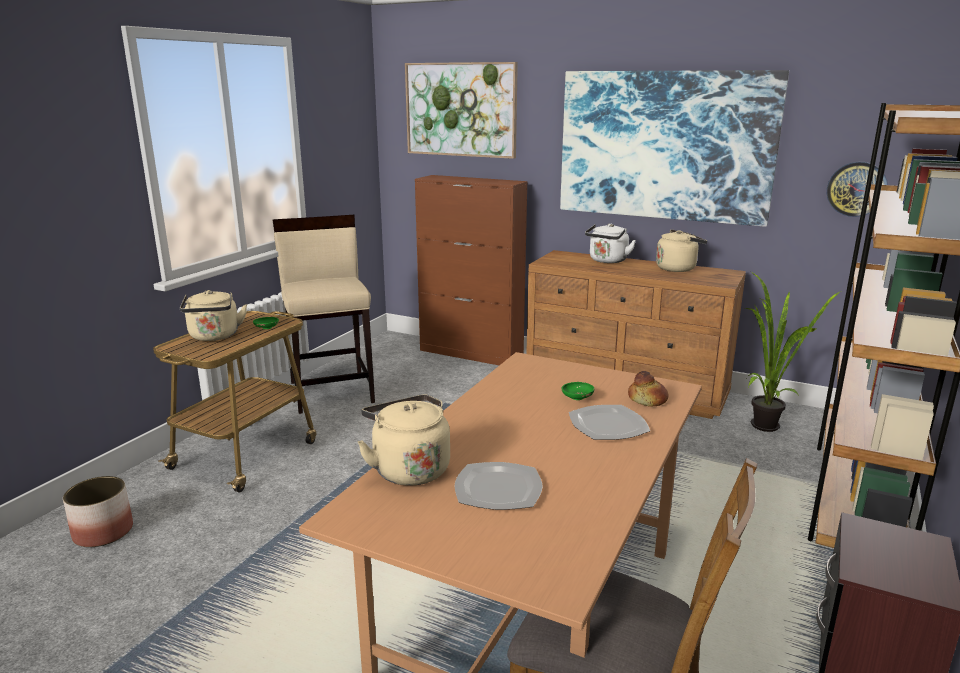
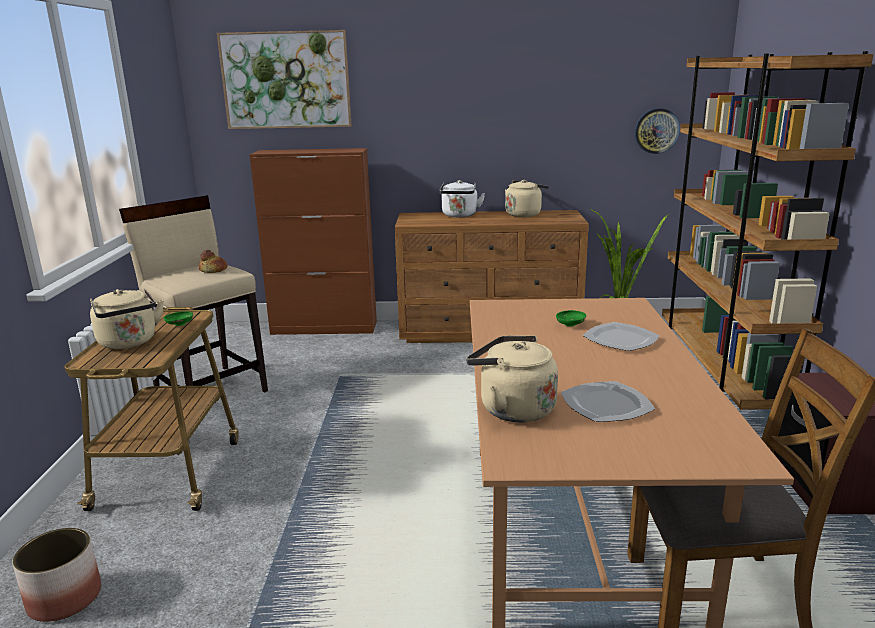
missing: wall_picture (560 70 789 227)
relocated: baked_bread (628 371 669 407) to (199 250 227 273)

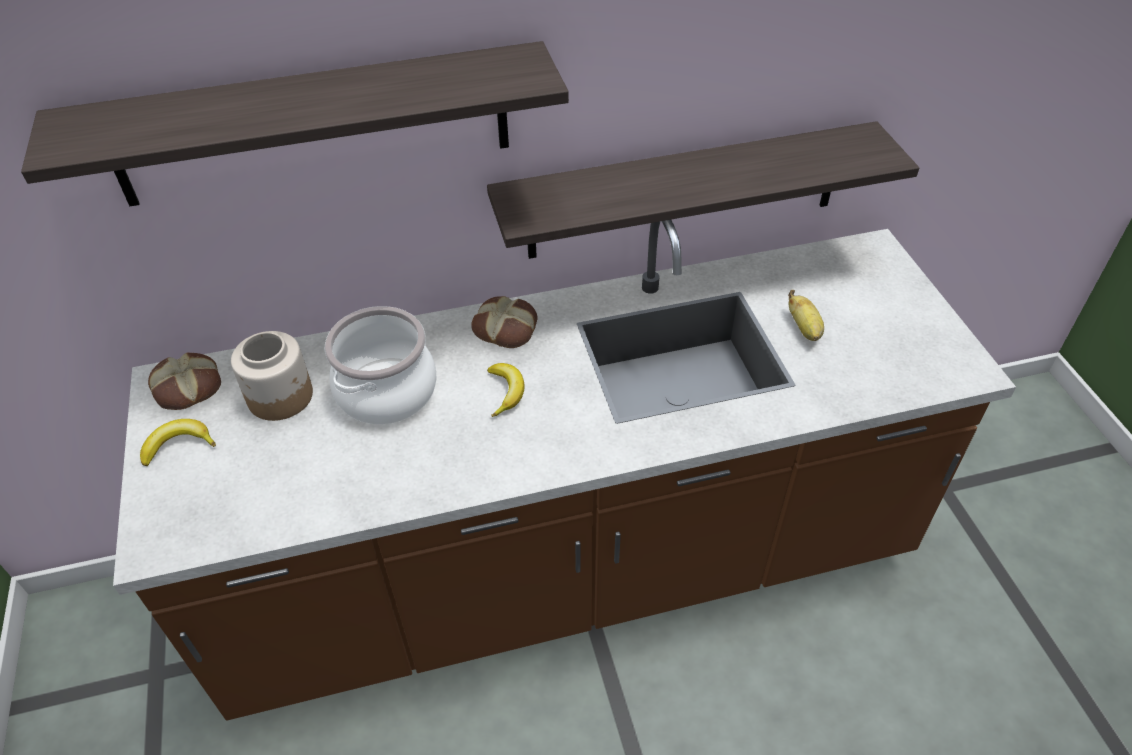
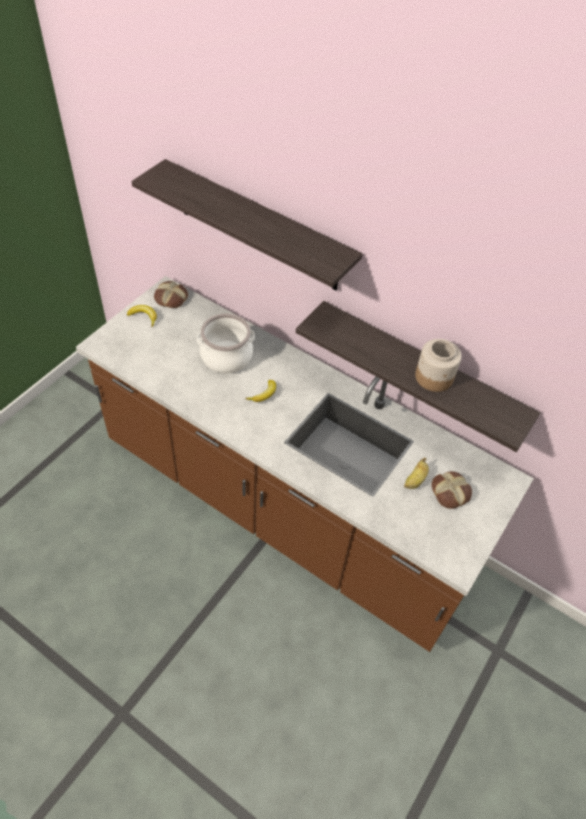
relocated: jar (231 331 313 421) to (415 339 462 392); baked_bread (471 296 537 348) to (432 471 472 509)

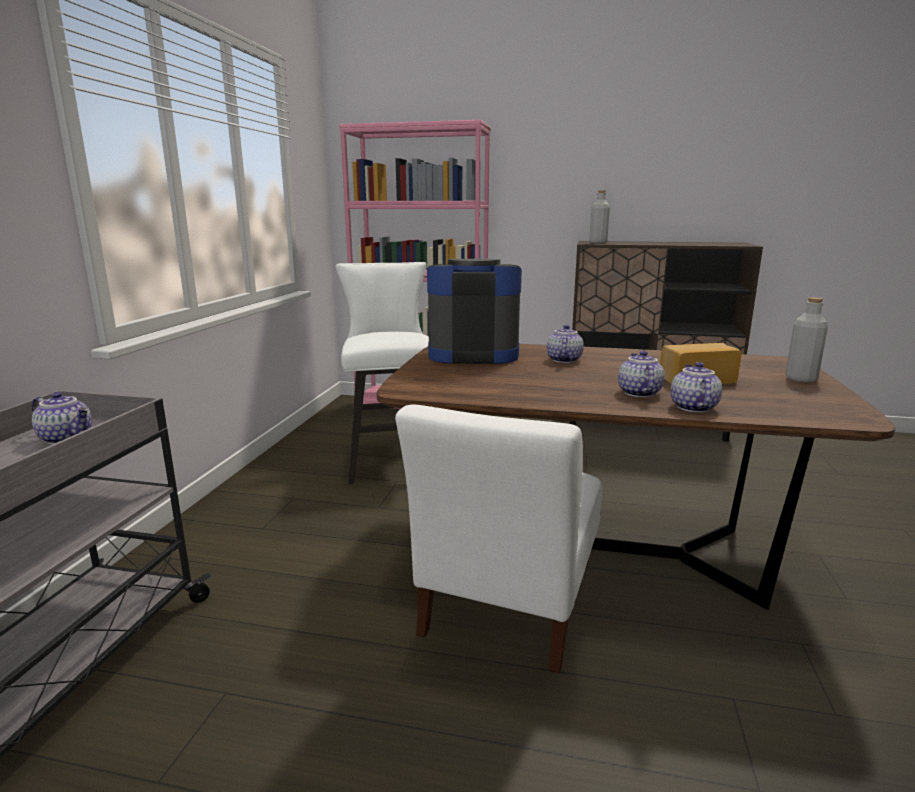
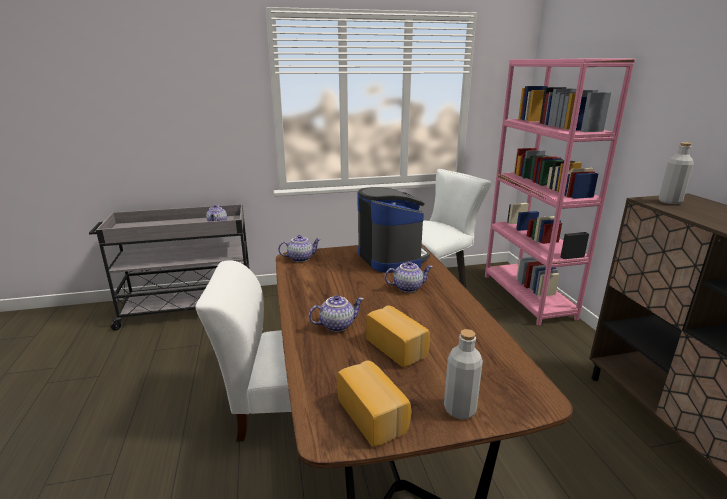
appeared: baked_bread (338 361 411 447)
relocated: teapot (670 362 722 413) to (278 235 321 262)

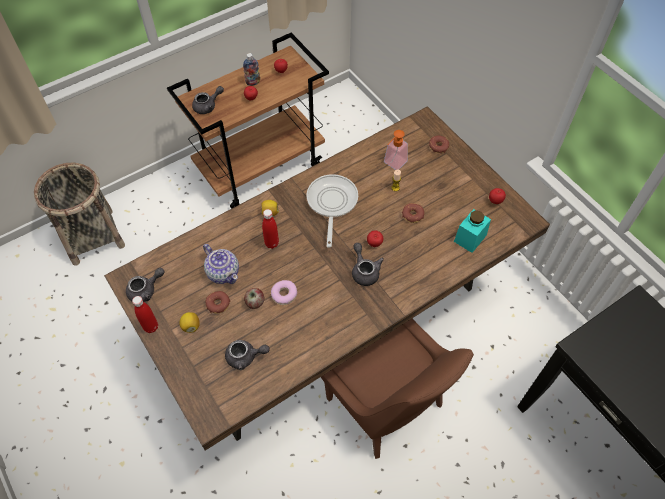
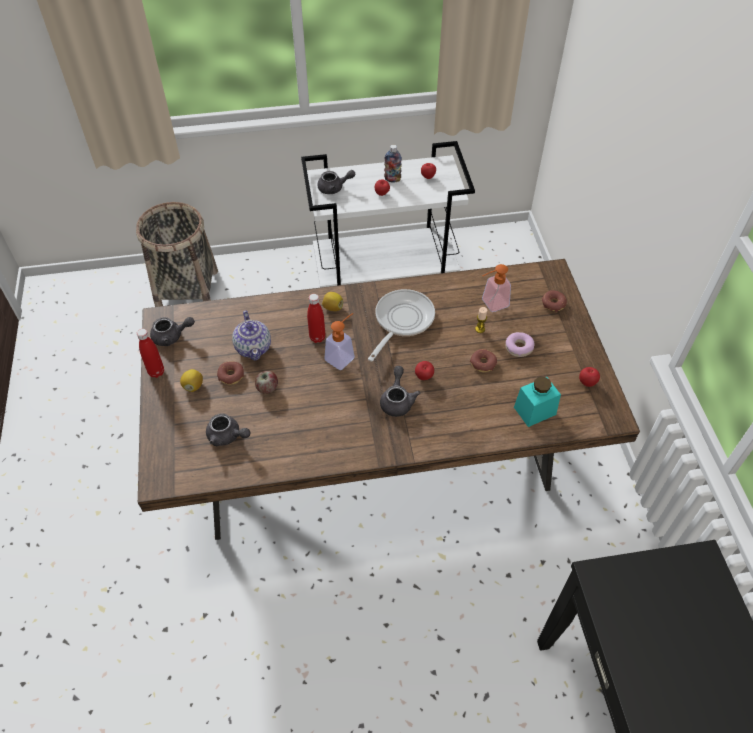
missing: brown_plain_chair (321 319 474 459)
appeared: soap_bottle (325 313 355 370)
relocated: donut (271 280 297 305) to (505 332 534 357)
colour: brown_cart (167 33 329 209) to white_cart (301 141 475 288)

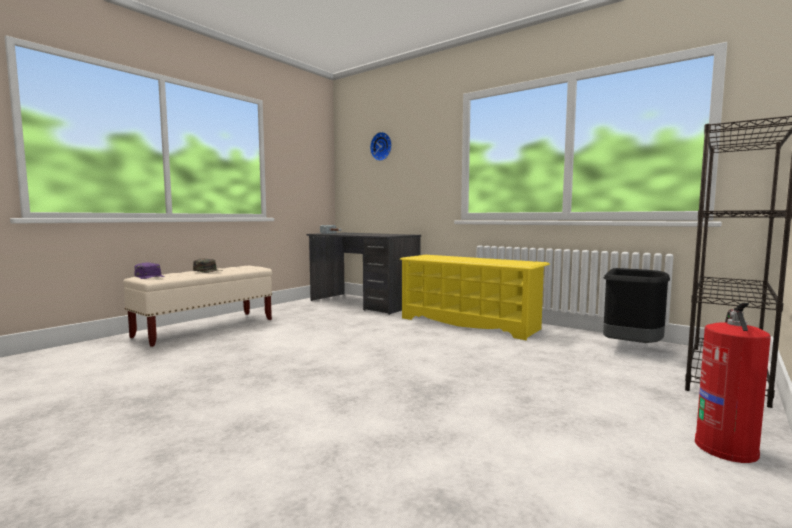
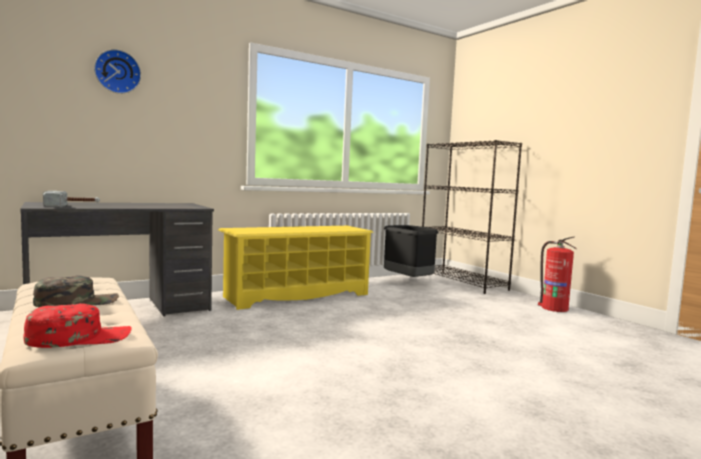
colour: purple_peaked_cap (134 262 165 279) to red-coloured_peaked_cap (23 303 131 348)

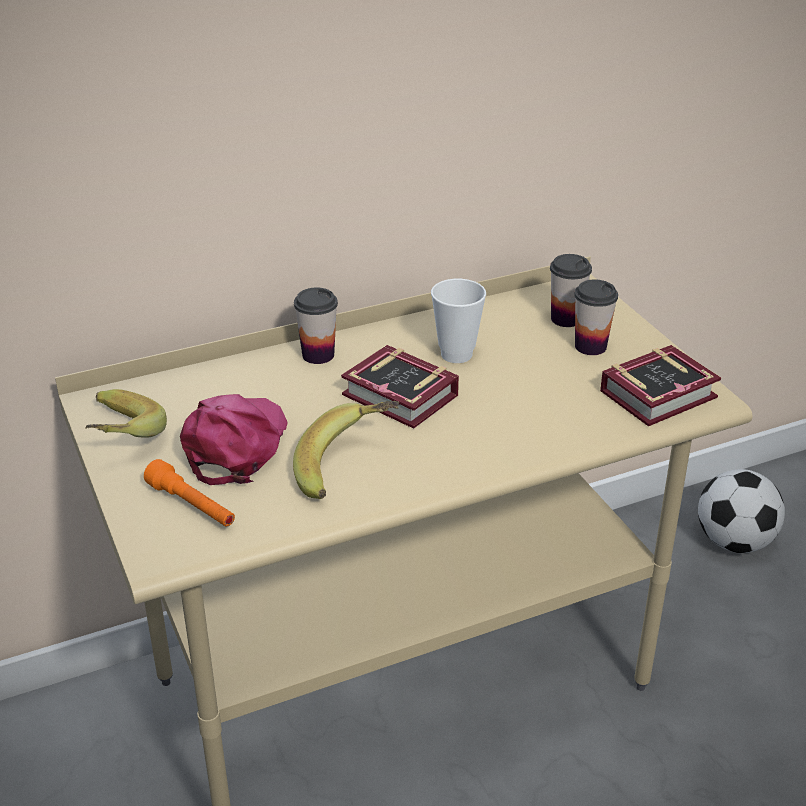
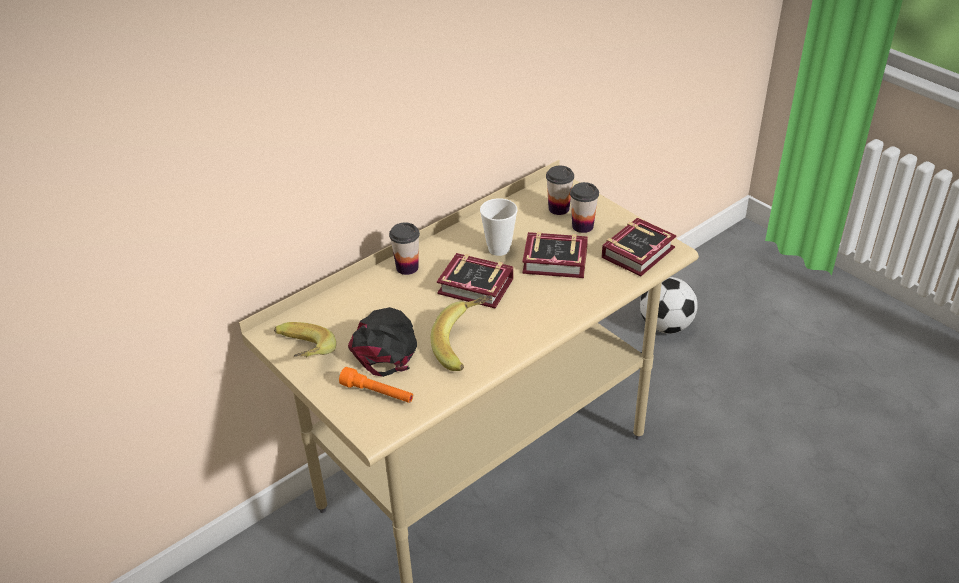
appeared: bound_book (522 232 588 278)
colour: pink-coloured_peaked_cap (180 394 288 485) to blackish_peaked_cap (348 307 417 377)

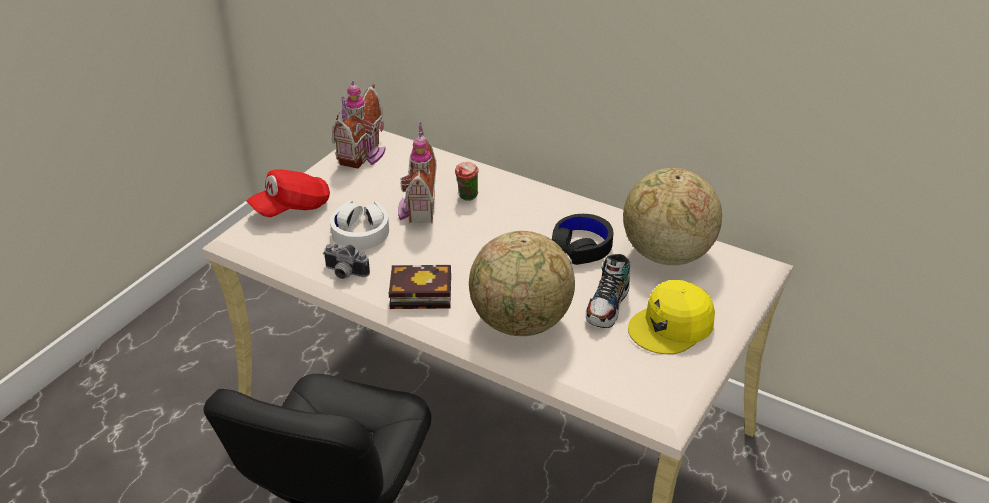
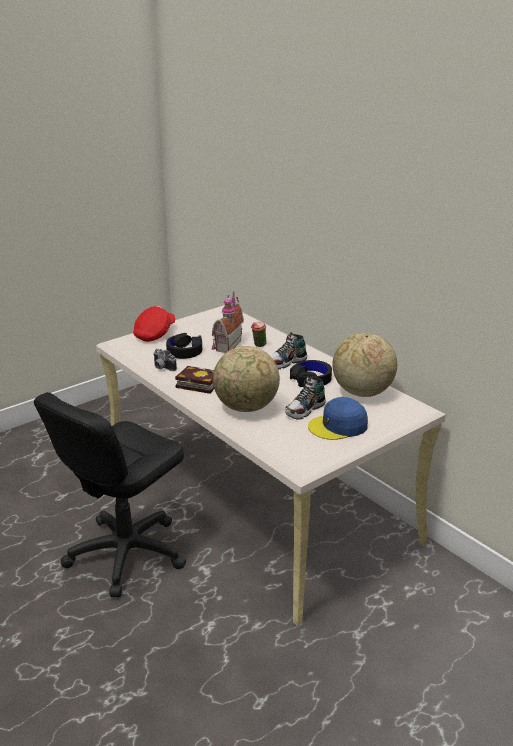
missing: model_house (332 80 385 169)
appeared: item_of_footwear (270 333 307 370)
colour: white_headphones (330 201 389 250) to blackish_headphones (166 333 202 359); yellow_peaked_cap (628 280 715 354) to blue_peaked_cap (308 397 368 440)
spun: red-coloured_peaked_cap (246 169 330 217) = (133 306 175 342) 135 degrees clockwise

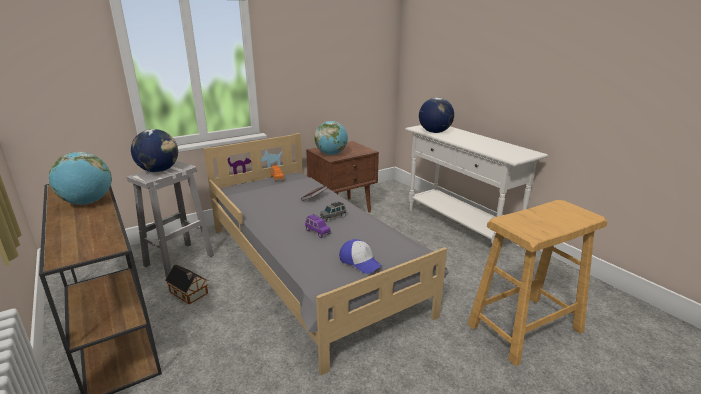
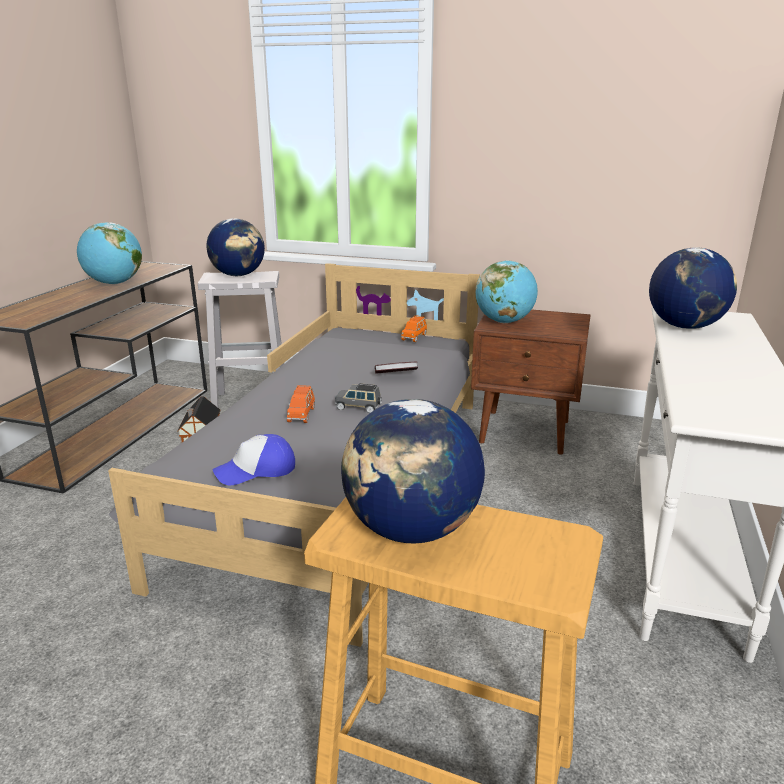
appeared: world_globe (341 399 485 544)
colour: purple_miniature_car (305 214 331 238) to orange_miniature_car (287 385 315 423)
spun: peaked_cap (339 239 382 274) = (212 434 295 485) 60 degrees clockwise

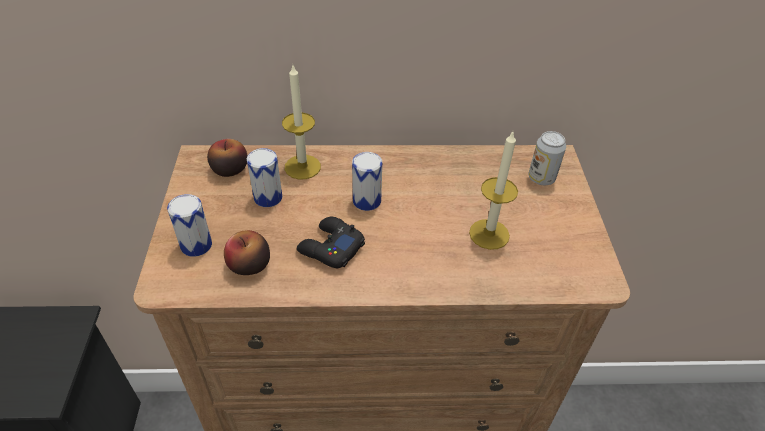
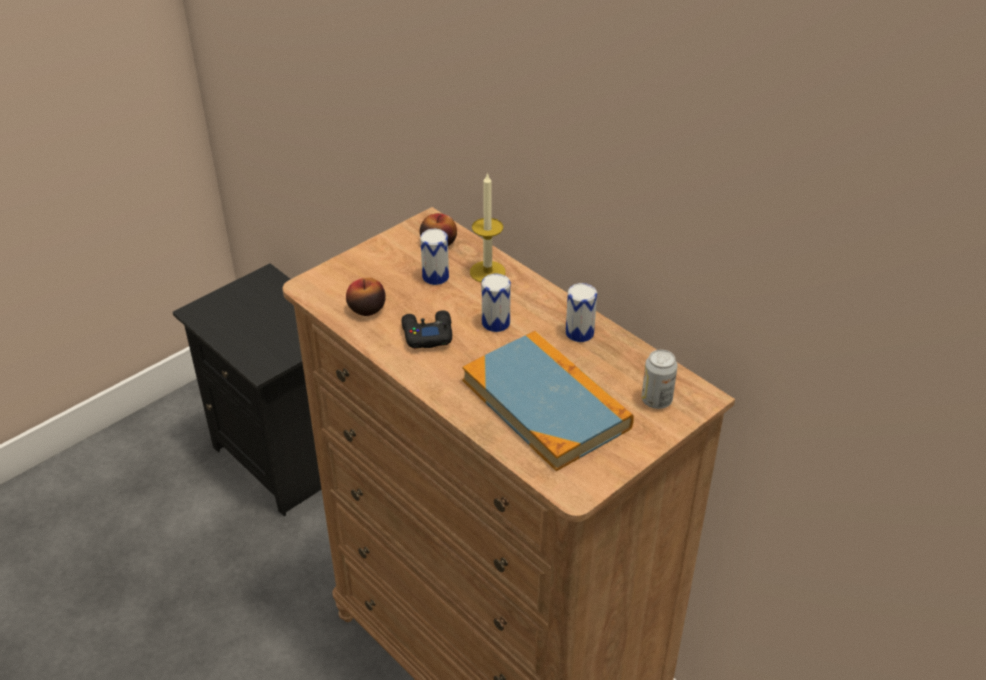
relocated: sealed_can (167 194 212 257) to (566 283 597 342)
exchanged: wax_light (469 132 518 250) to bound_book (462 331 634 471)

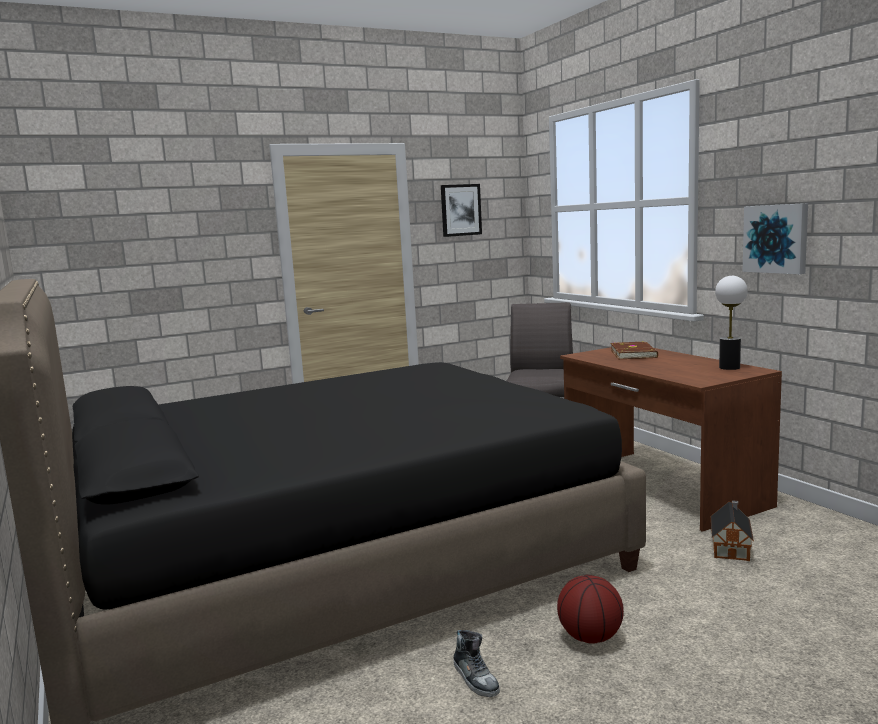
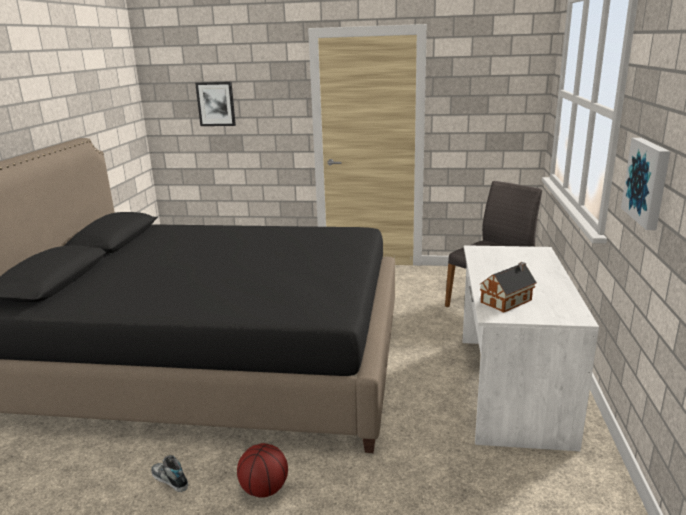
missing: brown_bound_book (610 341 658 359); lamp_for_a_table (715 276 748 370)
relocated: wall_picture (441 184 482 237) to (195 82 236 126); model_house (711 500 754 561) to (479 262 537 313)
colour: brown_desk (560 347 782 532) to white_desk (463 245 599 451)
spun: item_of_footwear (453 630 500 697) = (151 455 188 492) 120 degrees clockwise

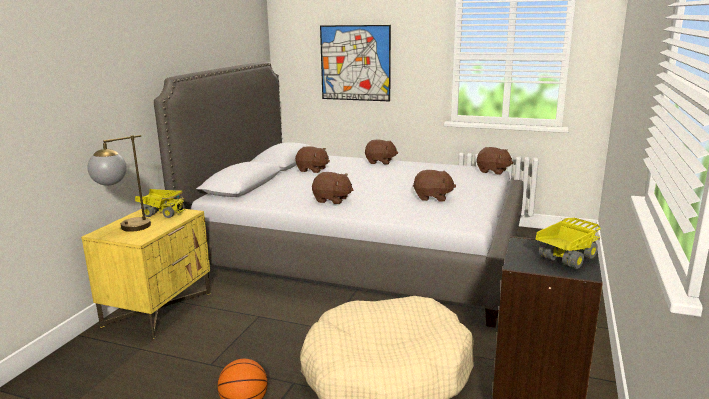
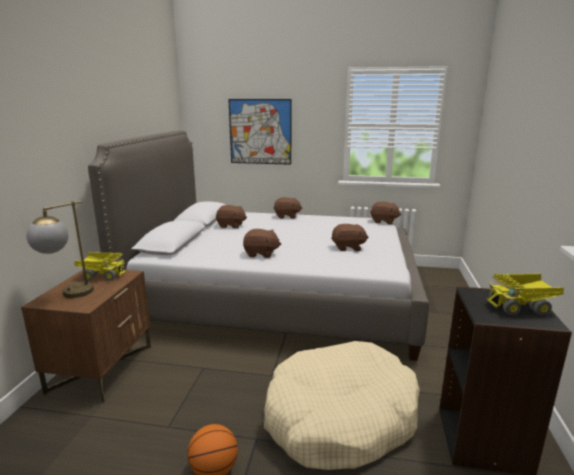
colour: yellow_bedside_table (81 209 211 339) to brown_bedside_table (21 268 151 403)
spun: toy_lorry (535 218 601 269) = (487 274 564 316) 135 degrees counterclockwise

